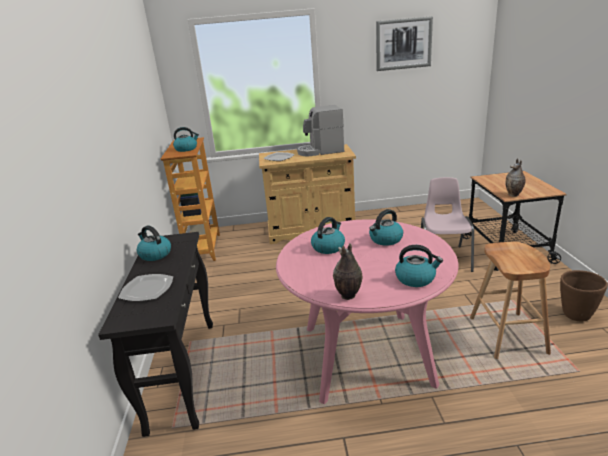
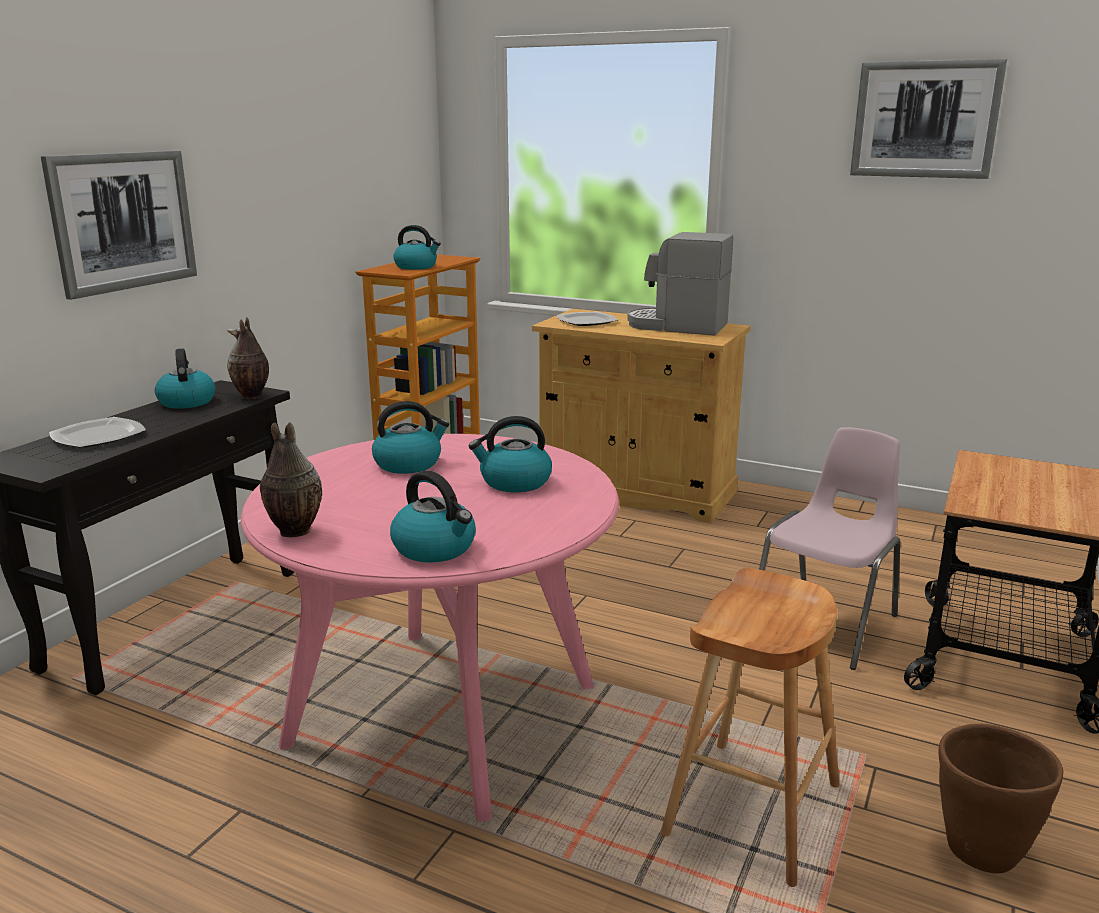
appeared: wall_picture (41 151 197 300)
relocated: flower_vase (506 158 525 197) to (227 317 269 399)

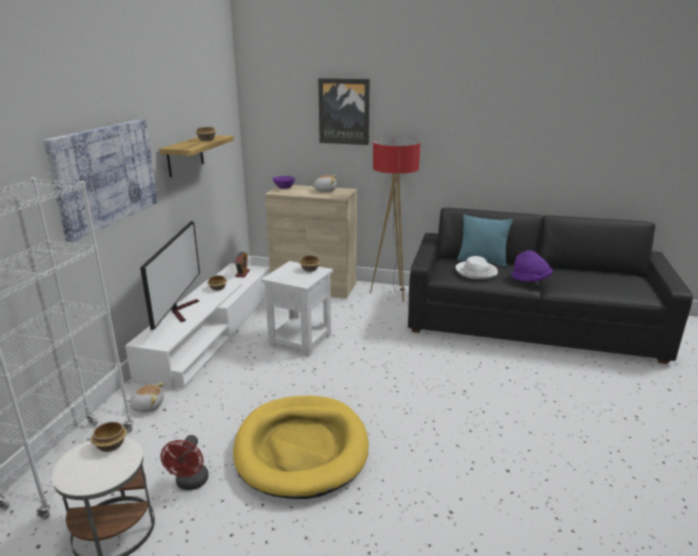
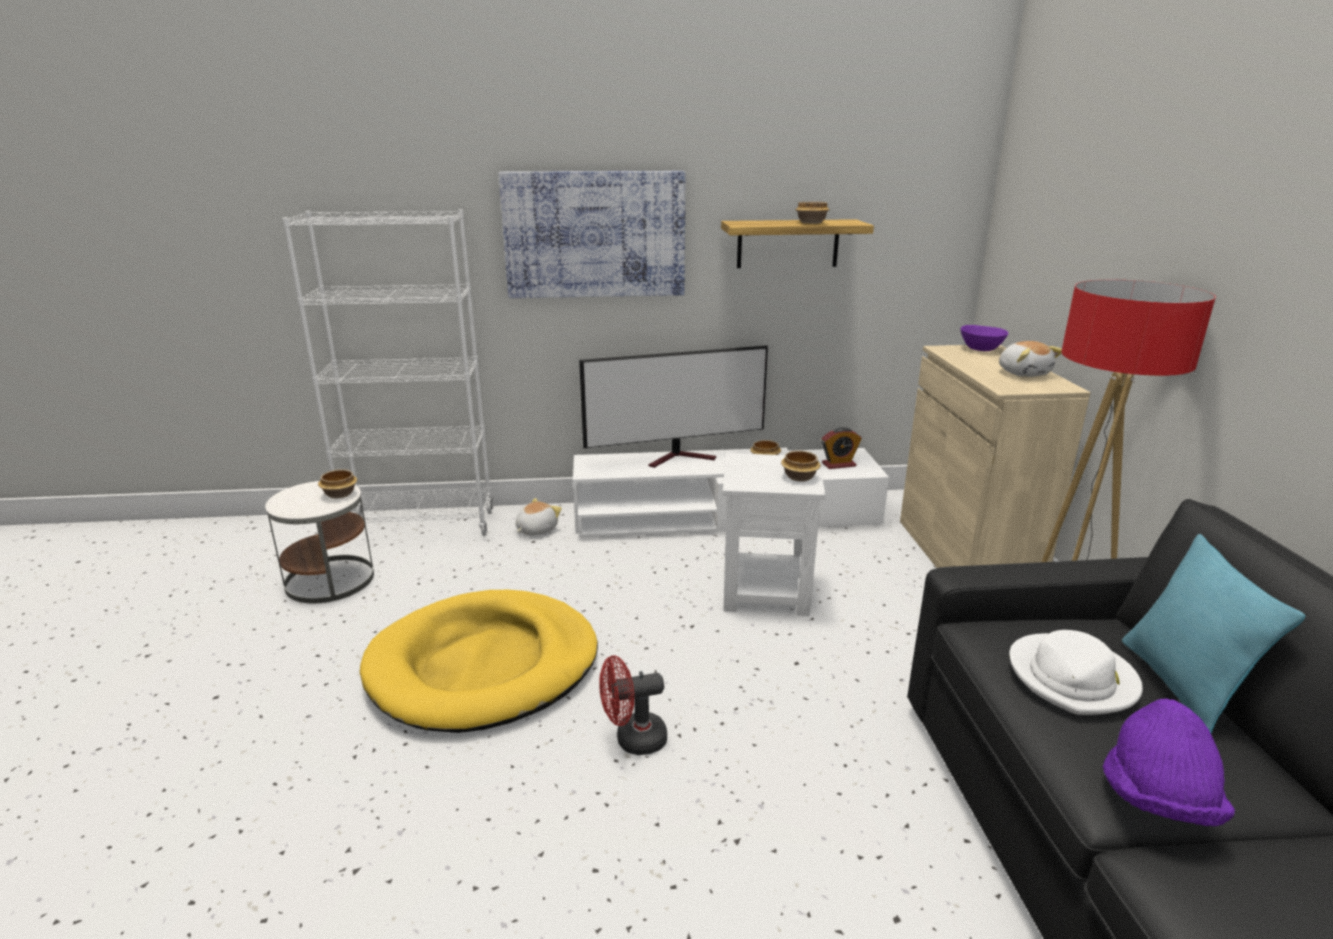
missing: wall_picture (318 78 370 145)
relocated: red-coloured_electric_fan (160 435 209 490) to (599 656 667 755)
spun: soft_toy (127 382 164 412) = (515 498 562 535) 120 degrees counterclockwise

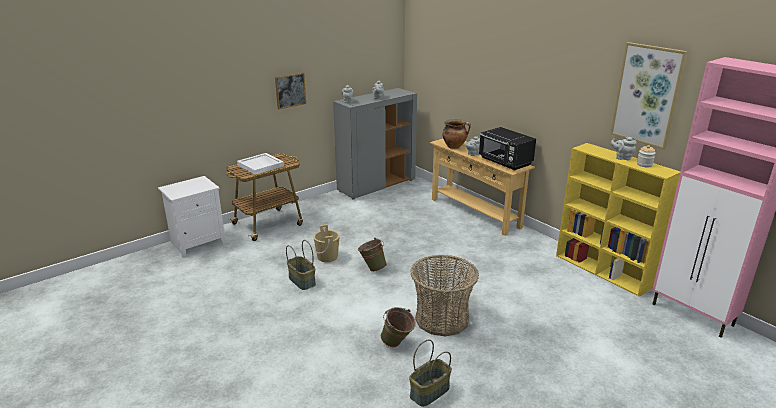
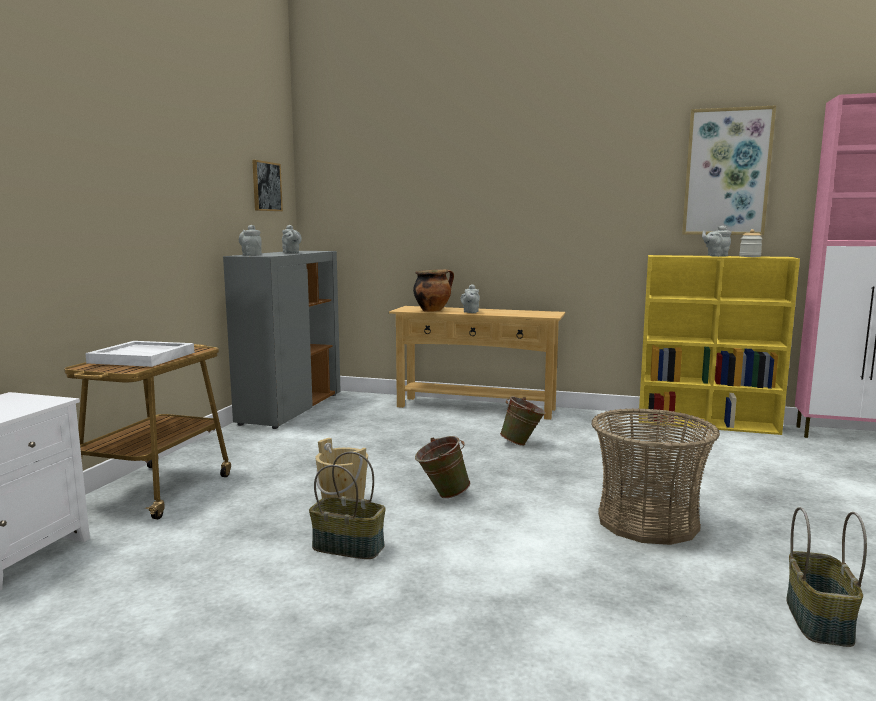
missing: blackish_kitchen_microwave (479 127 536 171)
relocated: wall_picture (275 73 306 109) to (252 160 283 211); green_water_bucket (381 307 416 347) to (500 396 546 446)

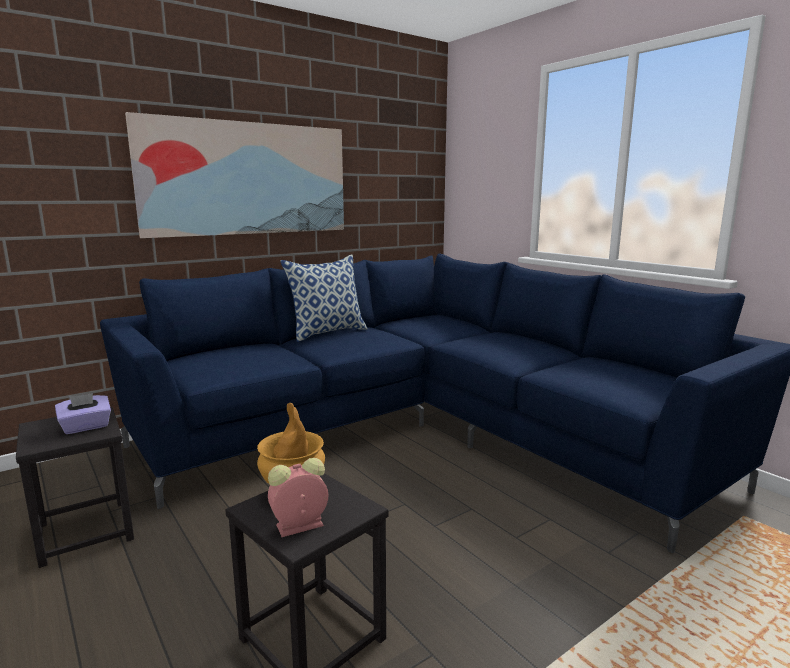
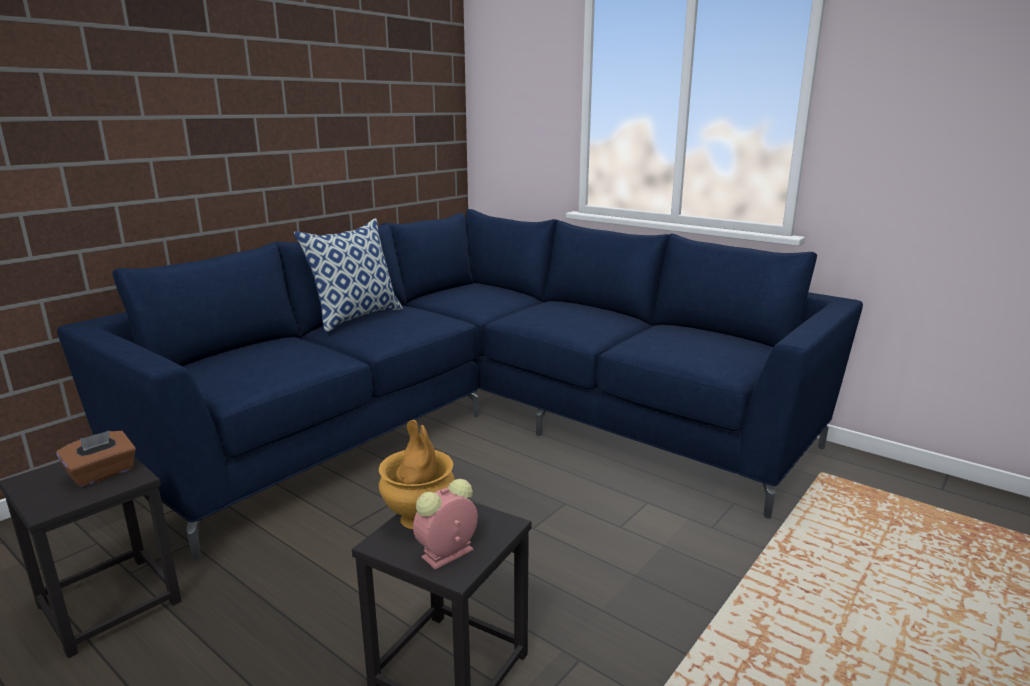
missing: wall_picture (125 112 344 238)
colour: purple_tissue_box (55 393 111 434) to brown_tissue_box (56 430 136 487)

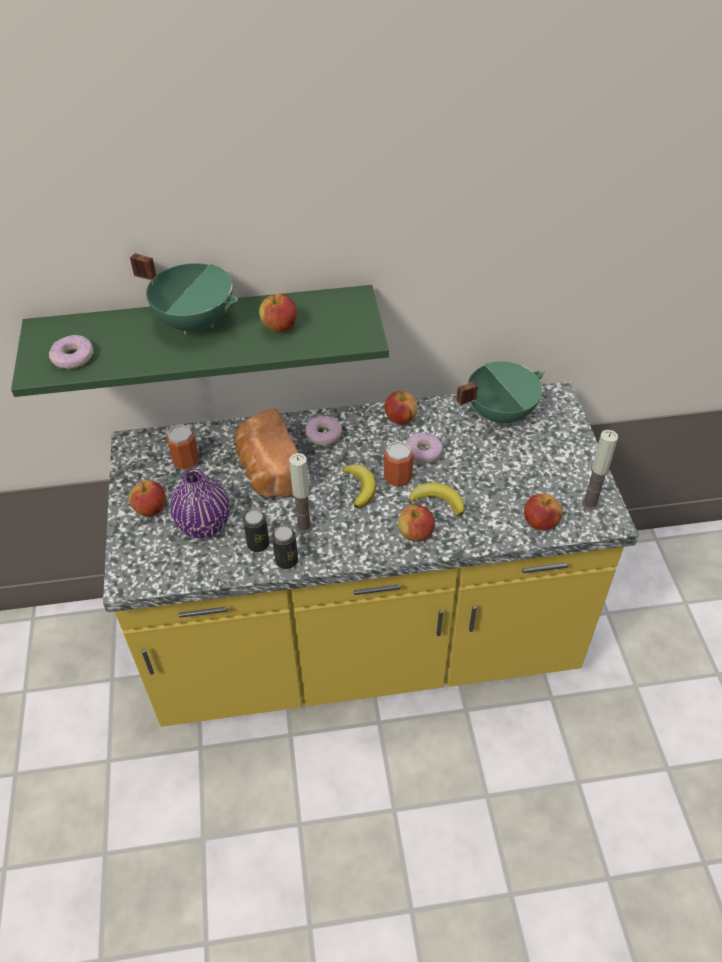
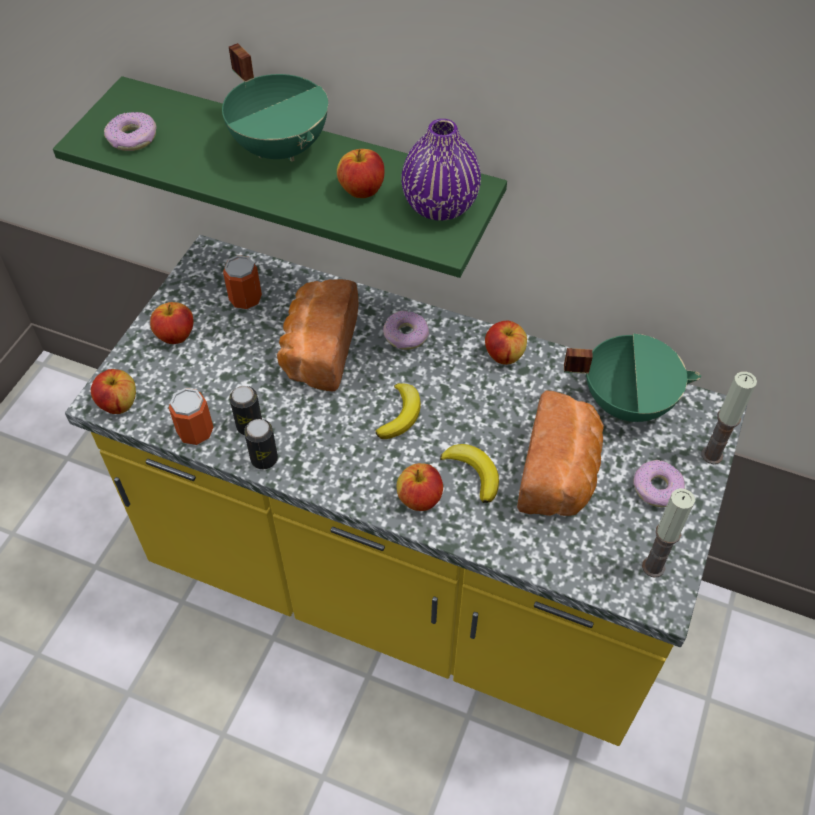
appeared: baked_bread (517 390 604 516)
relocated: purple_flower_vase (170 469 230 538) to (401 119 481 221); wax_light (289 453 313 533) to (702 371 757 464); sealed_can (384 441 413 488) to (168 388 213 445); donut (406 433 443 463) to (633 460 685 507); apple_fruit (524 493 562 530) to (91 369 136 414)

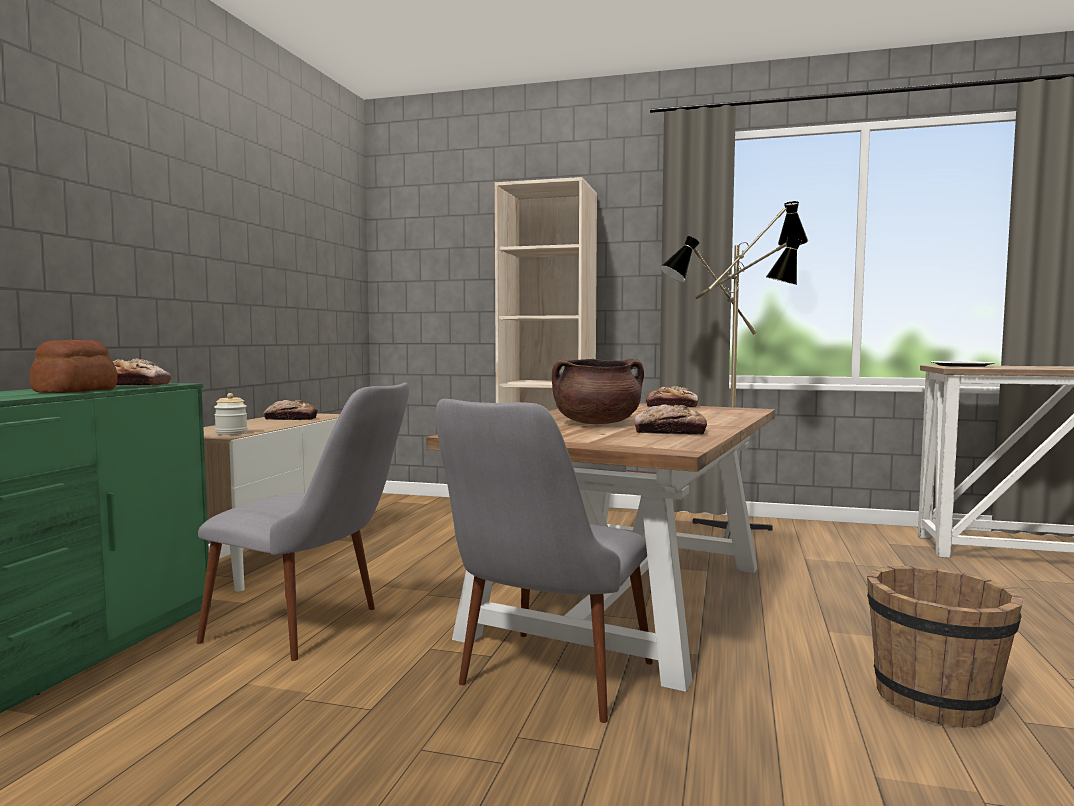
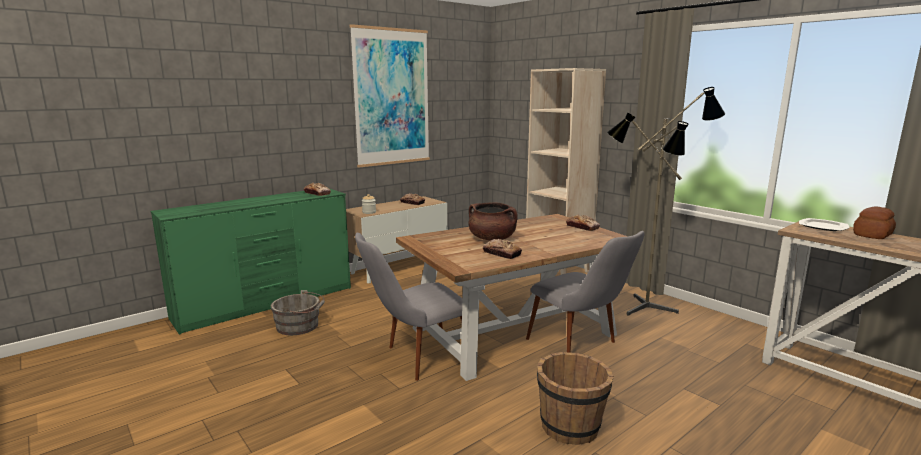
appeared: gray_water_bucket (271 290 325 335); wall_picture (350 24 430 167)
relocated: baked_bread (29 340 117 393) to (853 207 896 239); gray_plain_chair (196 382 409 661) to (526 231 644 352)

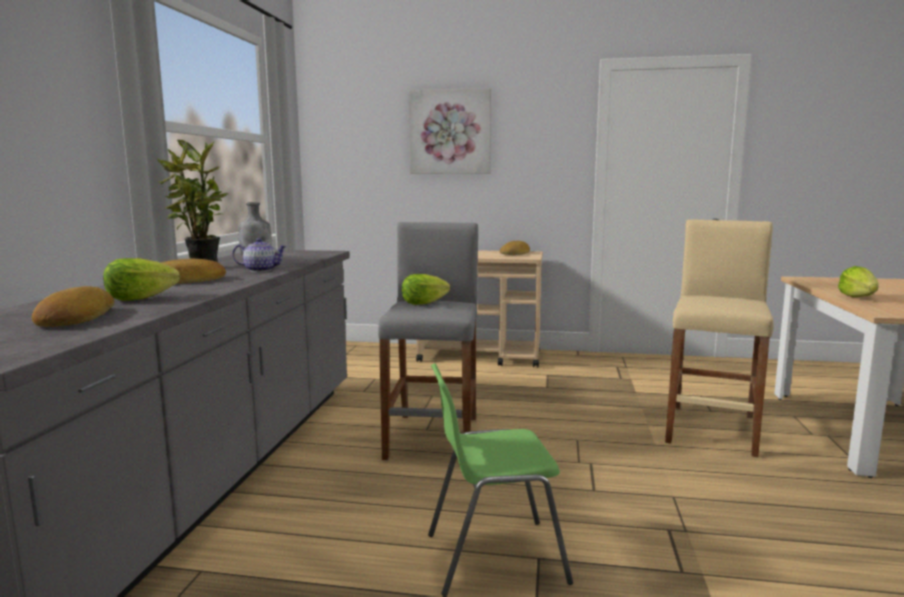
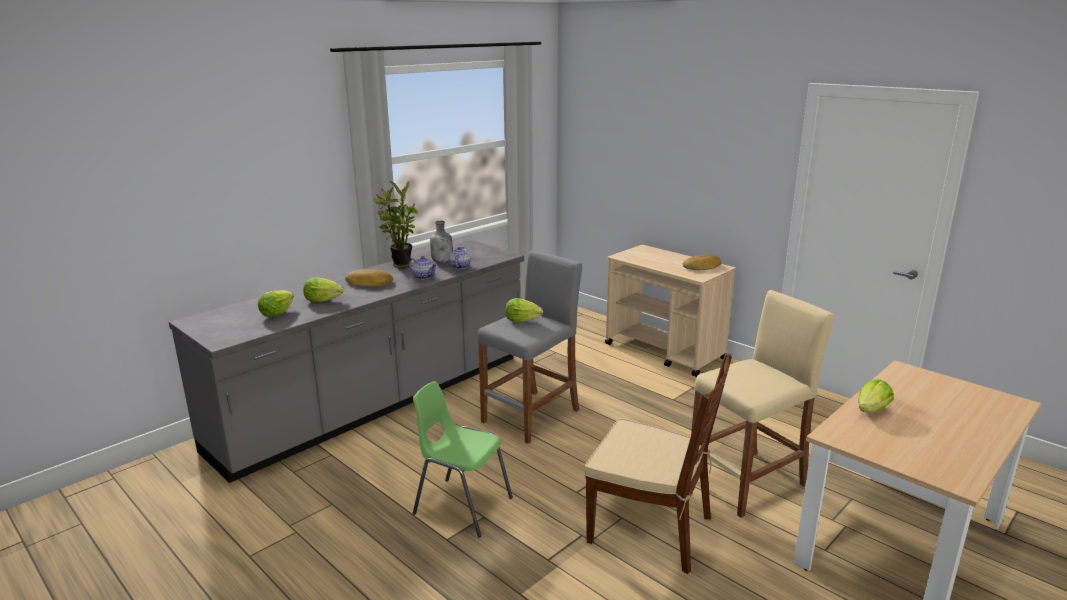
missing: wall_picture (409 88 491 174)
appeared: teapot (449 247 471 269); brown_plain_chair (584 353 732 574)
exchanged: baked_bread (32 286 114 327) to head_of_lettuce (258 290 294 317)

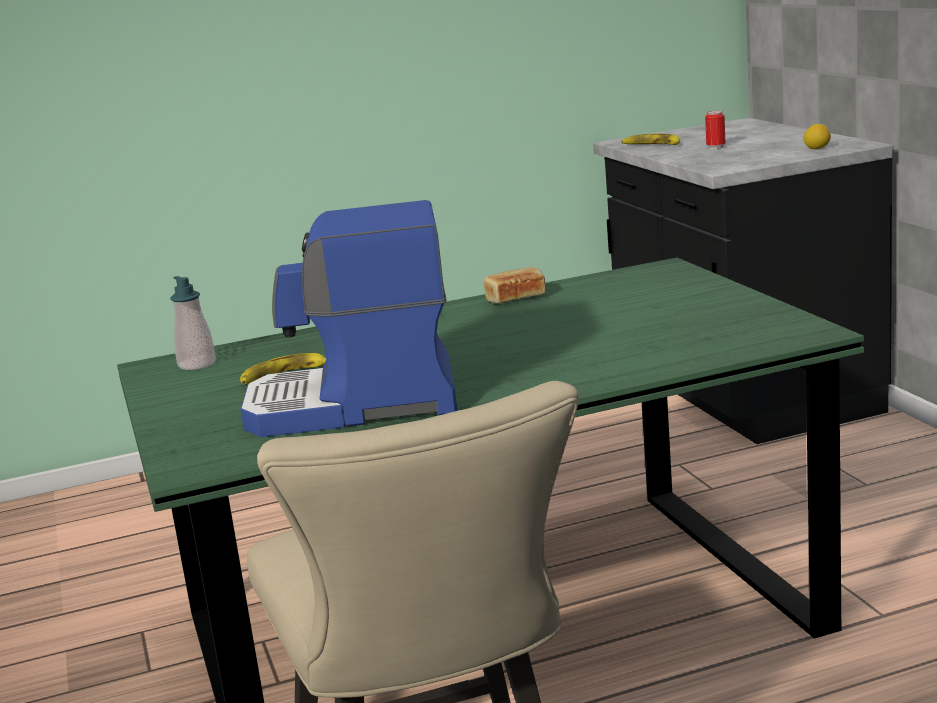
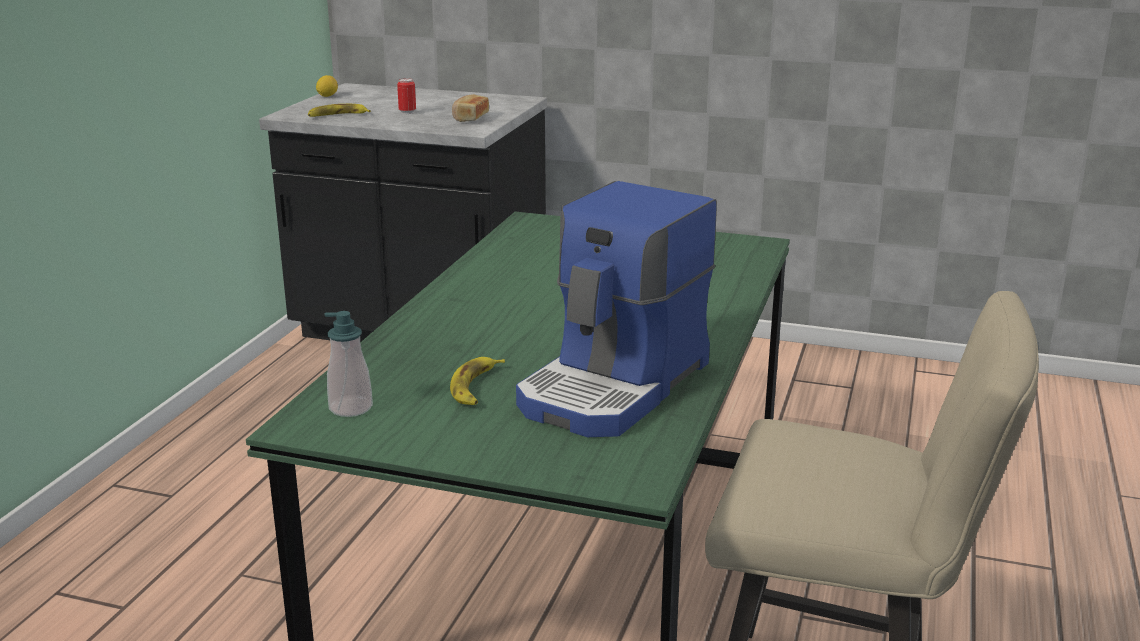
relocated: baked_bread (484 267 546 303) to (452 94 489 122); whole_lemon (803 124 831 149) to (316 75 338 97)

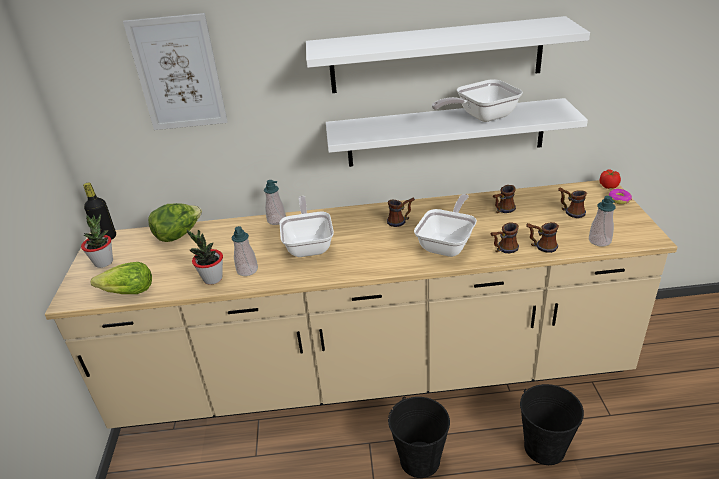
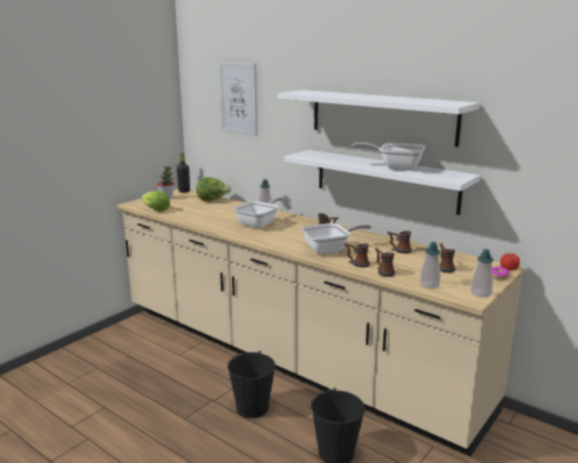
missing: potted_plant (187 230 223 285)
relocated: soap_bottle (232 226 258 276) to (471 249 493 298)

